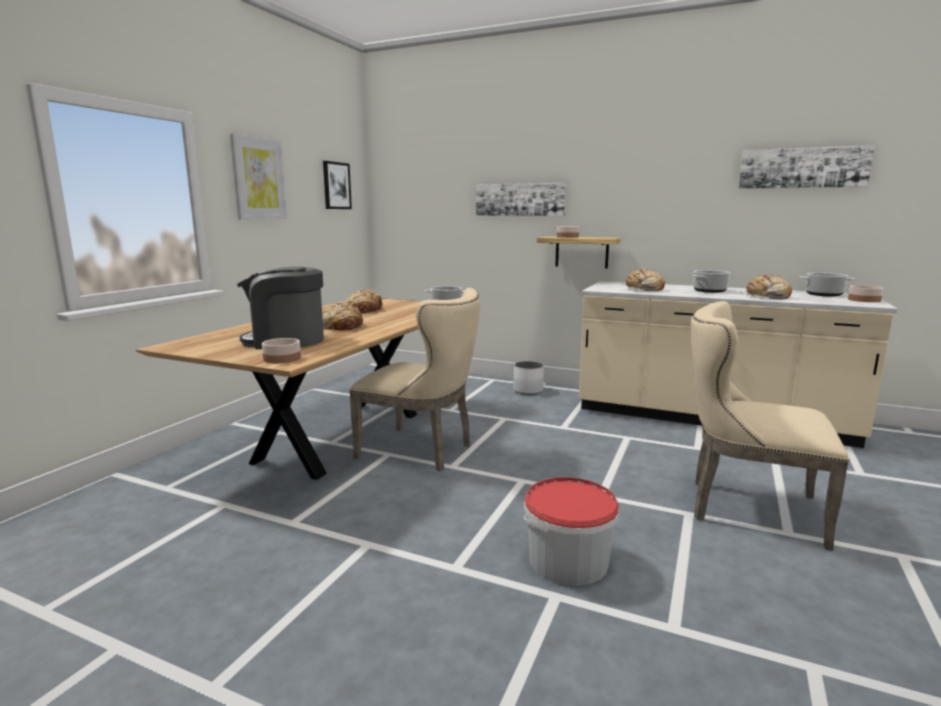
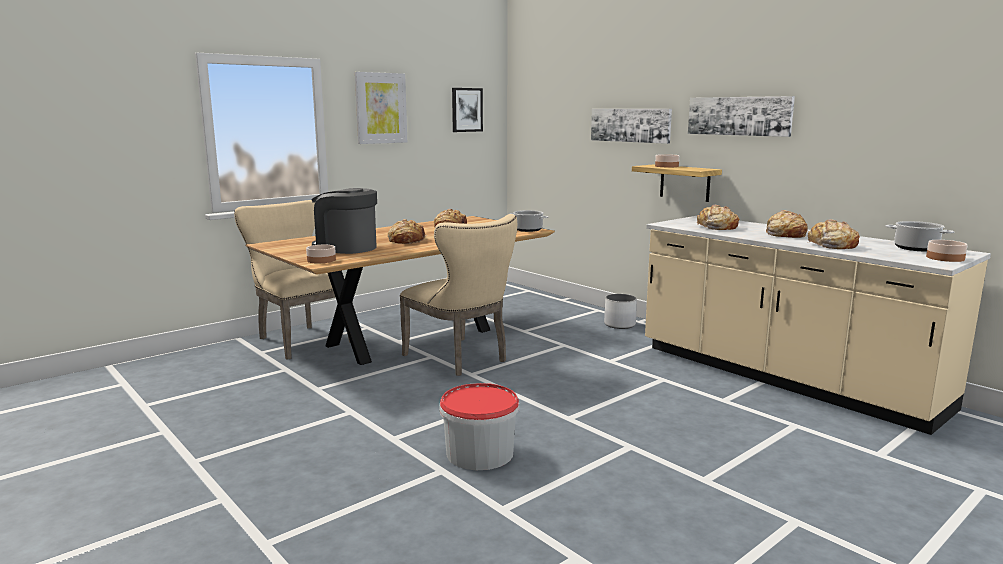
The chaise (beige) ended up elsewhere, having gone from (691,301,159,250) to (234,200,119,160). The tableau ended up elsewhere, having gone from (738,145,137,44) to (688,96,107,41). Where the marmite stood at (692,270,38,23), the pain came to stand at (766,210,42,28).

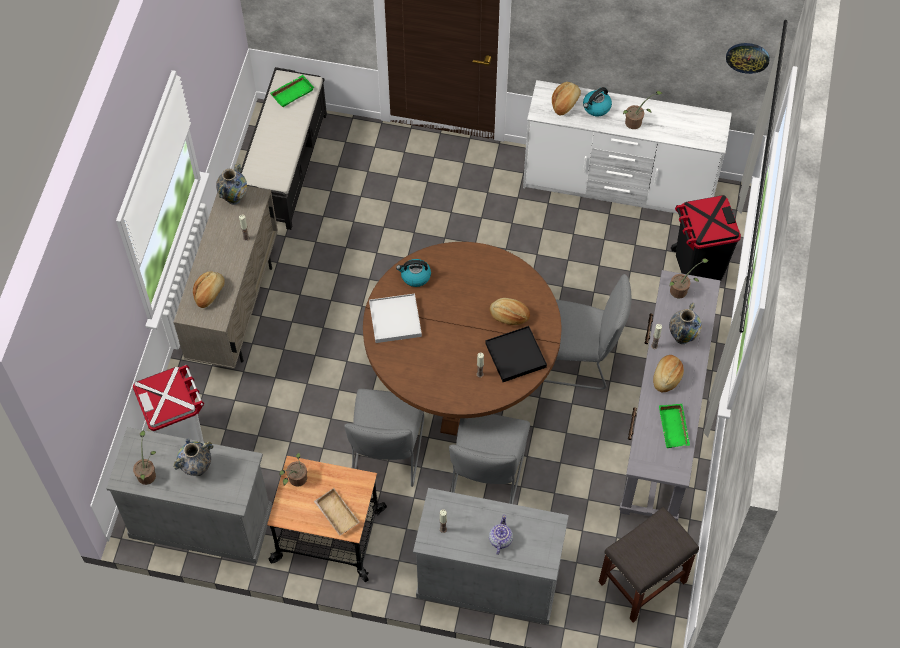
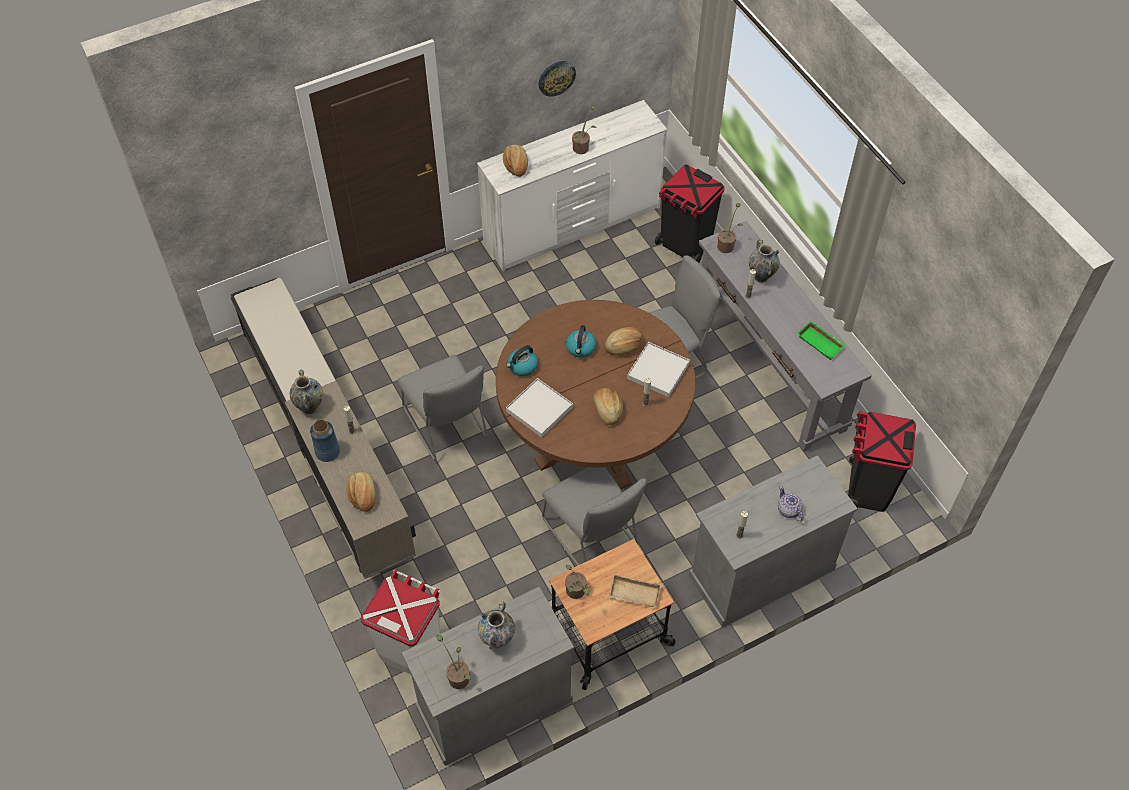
The second view gained the vase (bleu) at (310,420,30,42). The chaise (gris) ended up elsewhere, having gone from (449,414,81,90) to (397,355,91,106). The horloge murale ended up elsewhere, having gone from (726,43,44,31) to (539,61,37,36). The bouilloire ended up elsewhere, having gone from (583,87,29,29) to (566,325,30,33). The pain ended up elsewhere, having gone from (653,355,31,37) to (593,388,30,37). What was the plateau (noir) at (485,326,62,56) turned into the plateau (blanc) at (627,342,63,55). Where the tabouret (gris) stood at (599,507,100,115), the poubelle (noir) came to stand at (848,411,68,101). The second view lost the plateau (vert) at (270,75,45,32).

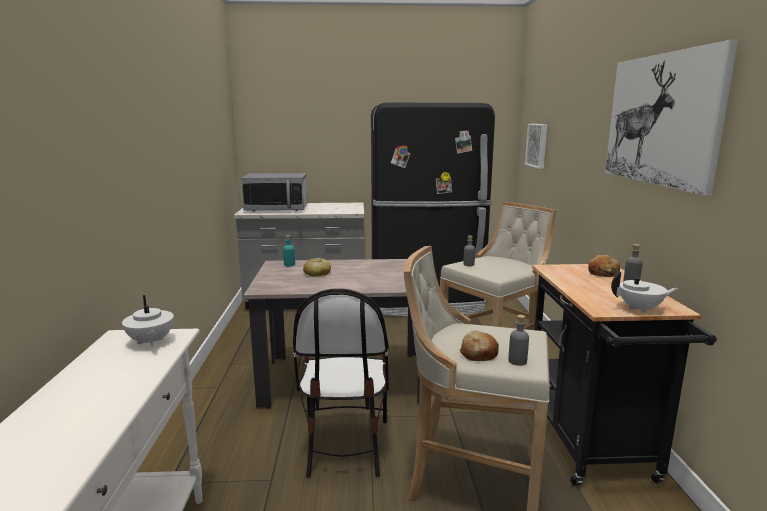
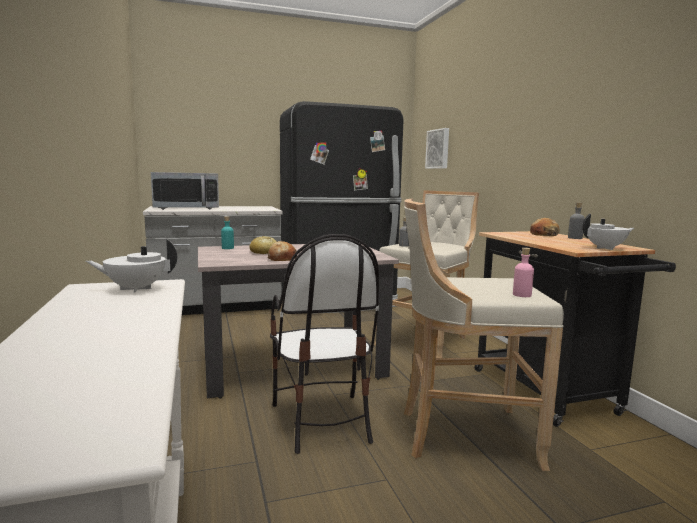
The théière (blanc) at (122,295,52,51) ended up facing another way, 120 degrees clockwise from before. The pain ended up elsewhere, having gone from (459,331,40,30) to (267,241,30,20). What was the bouteille (gris) at (508,315,21,51) turned into the bouteille (rose) at (513,248,21,49). The second view lost the tableau at (605,40,133,156).

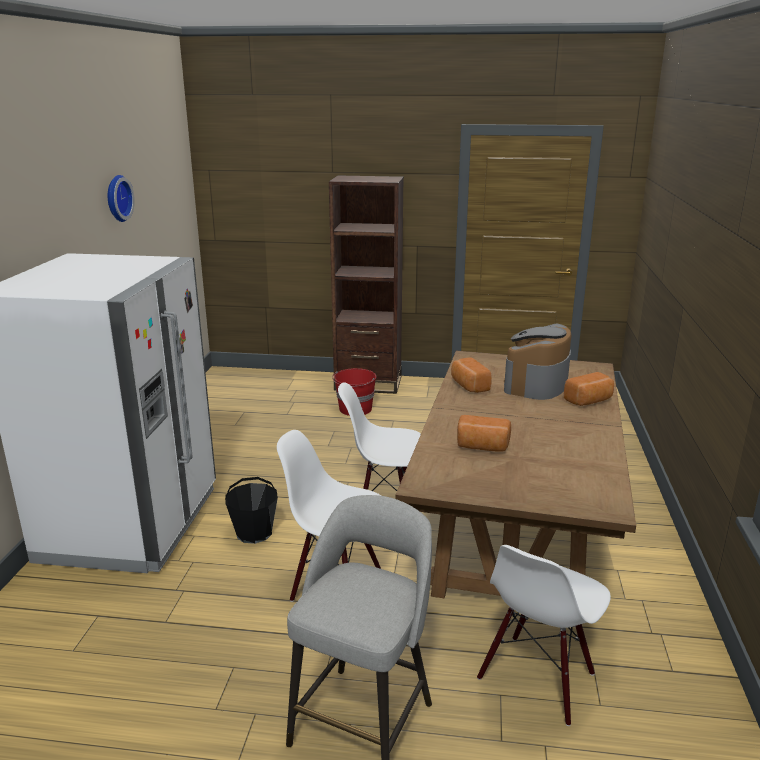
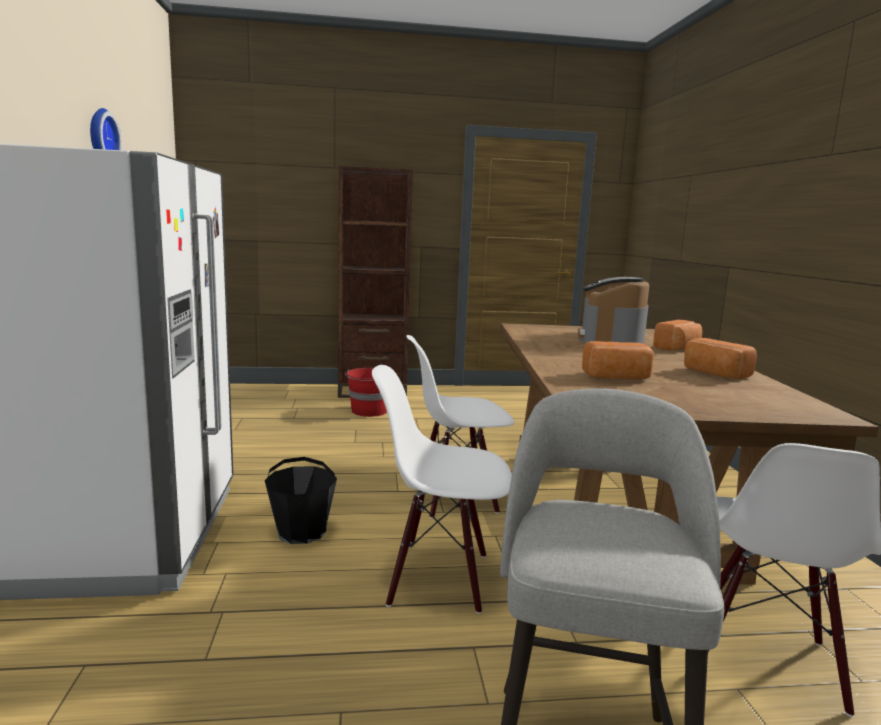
The pain ended up elsewhere, having gone from (451,358,40,35) to (684,338,73,41).

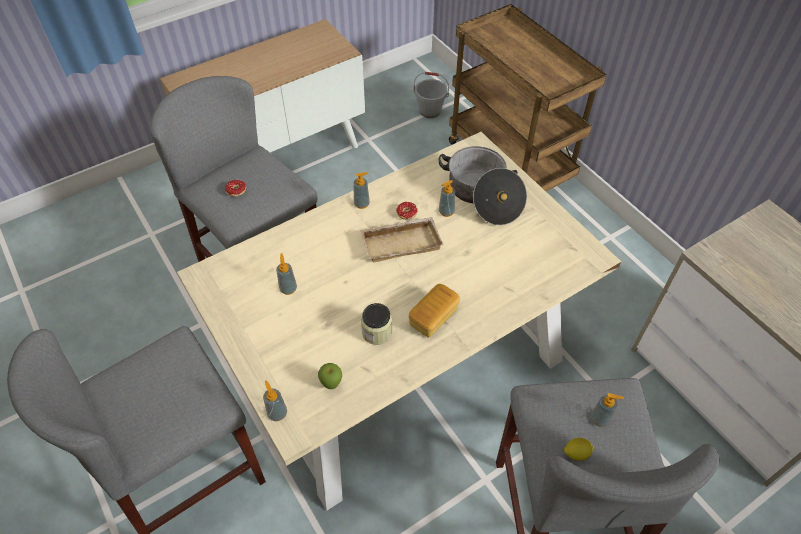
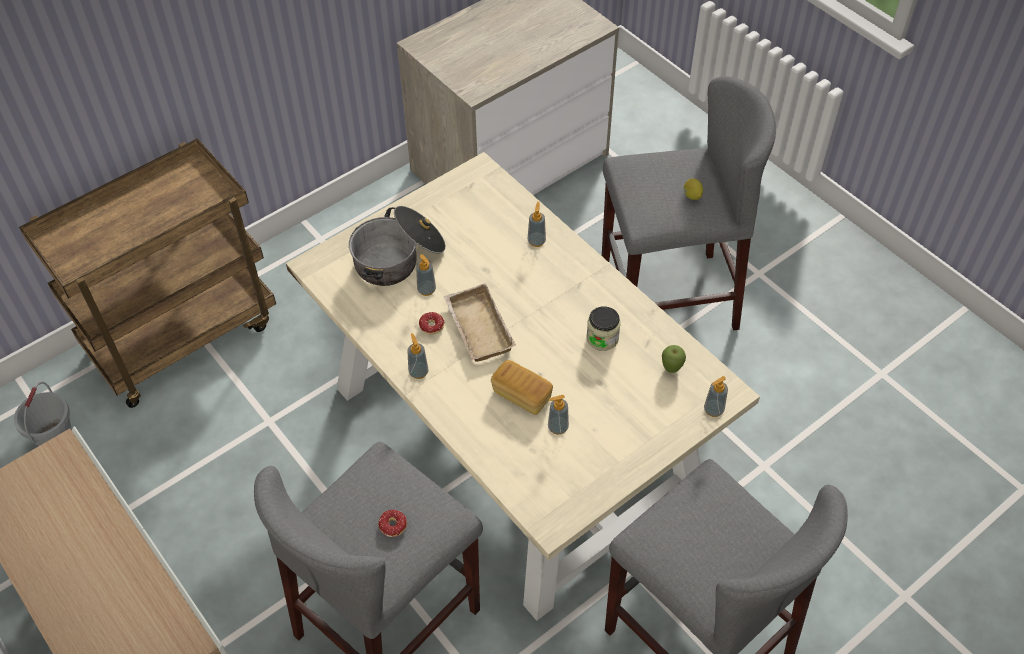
The pain ended up elsewhere, having gone from (409,284,51,54) to (491,360,62,55). The distributeur de savon ended up elsewhere, having gone from (590,393,34,34) to (528,201,18,46).

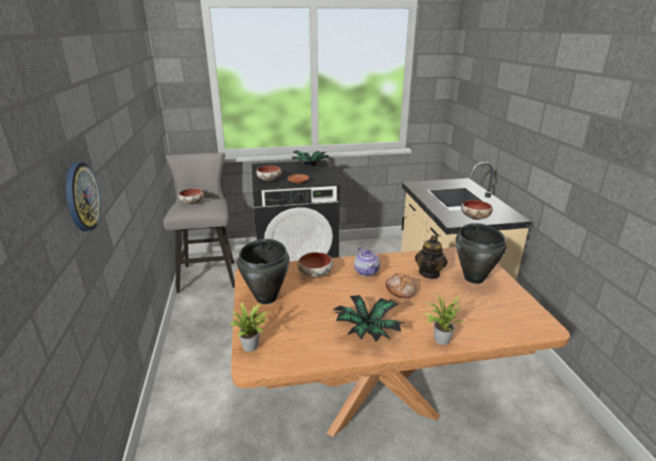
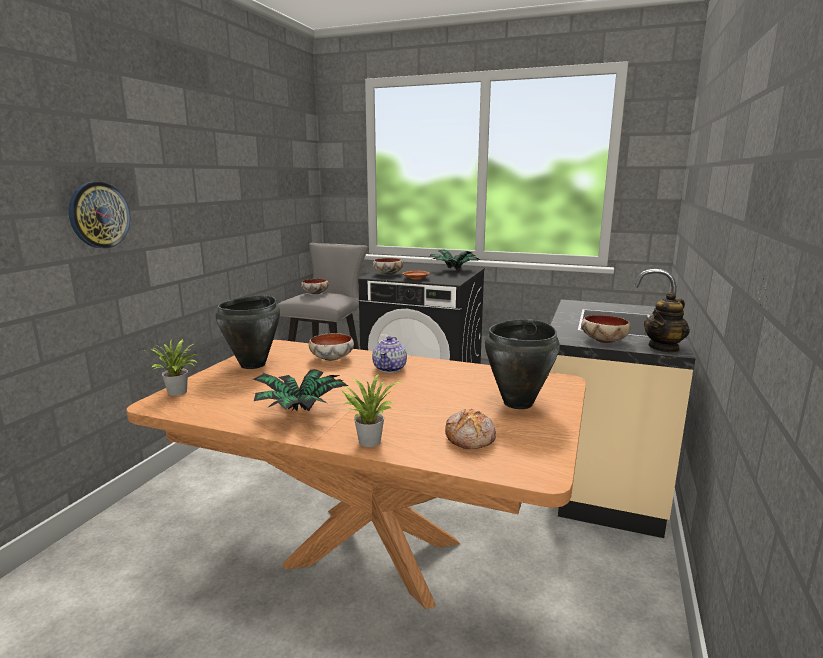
The pain ended up elsewhere, having gone from (386,274,31,25) to (445,409,51,40). The théière ended up elsewhere, having gone from (415,235,33,44) to (644,292,46,61).

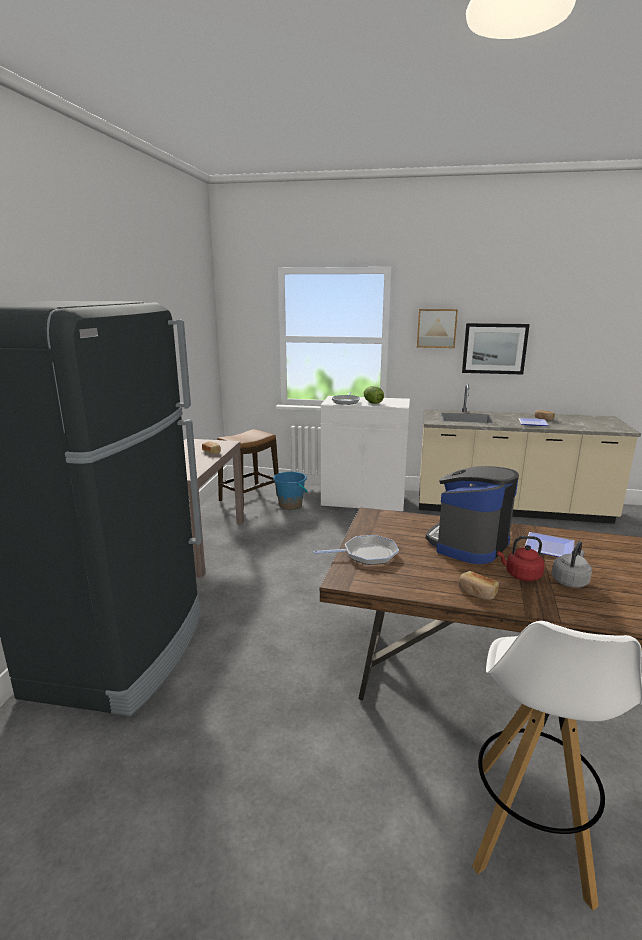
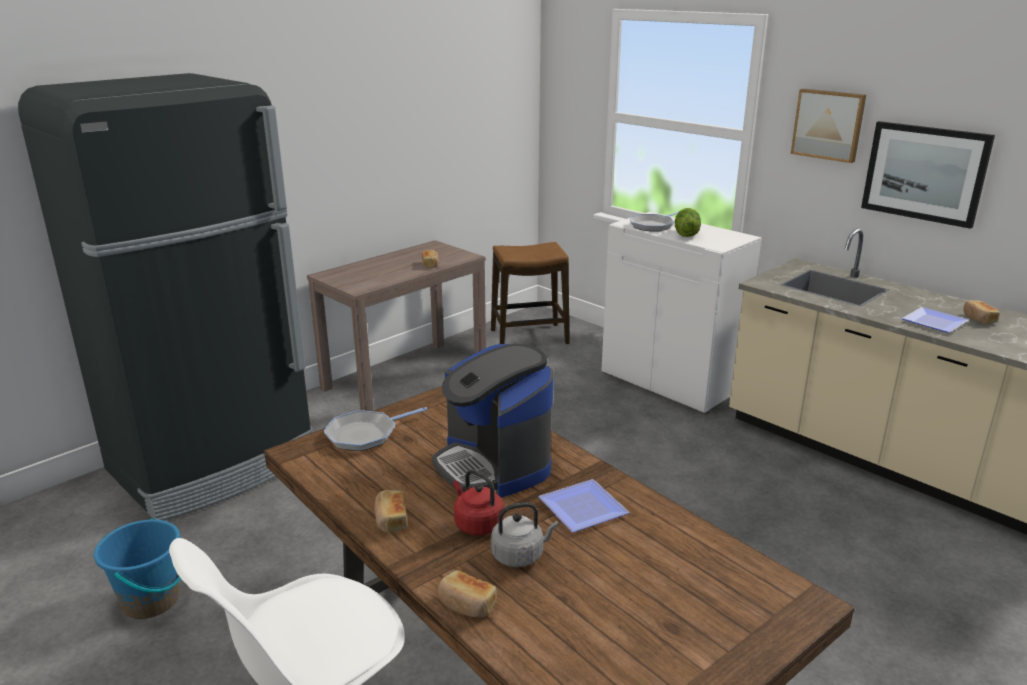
The seau (bleu) ended up elsewhere, having gone from (273,472,35,38) to (94,518,87,101). The poêle at (313,535,86,30) ended up facing another way, 120 degrees clockwise from before. The machine à café at (426,466,93,98) ended up facing another way, 105 degrees counterclockwise from before. The second view gained the pain at (438,570,59,48).

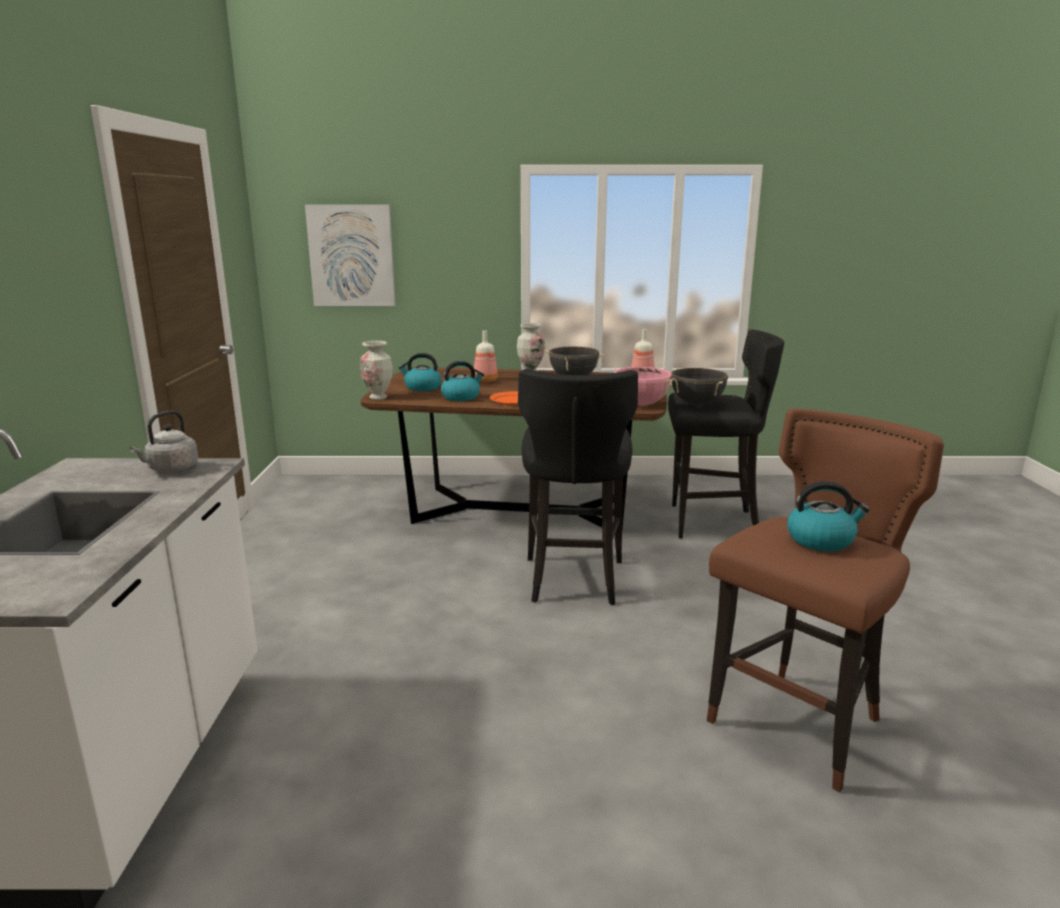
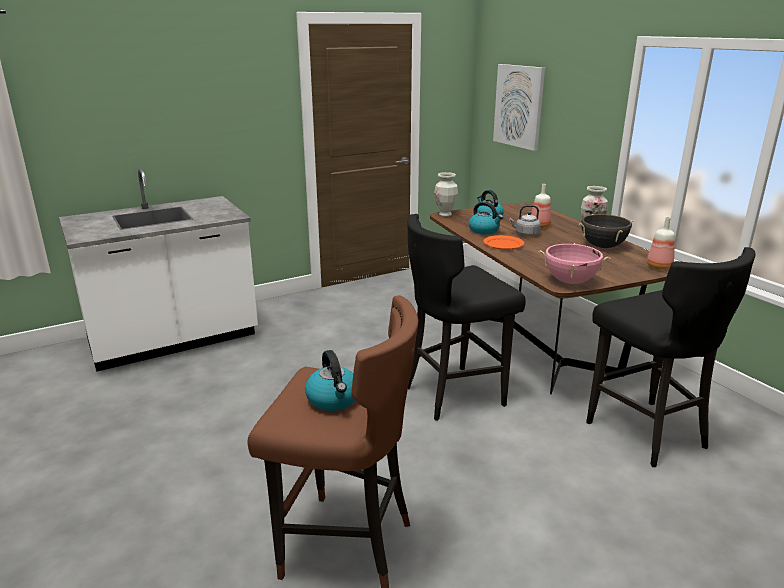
The bouilloire (gris) ended up elsewhere, having gone from (130,410,68,62) to (509,205,32,31). The second view lost the marmite (noir) at (671,368,57,37).

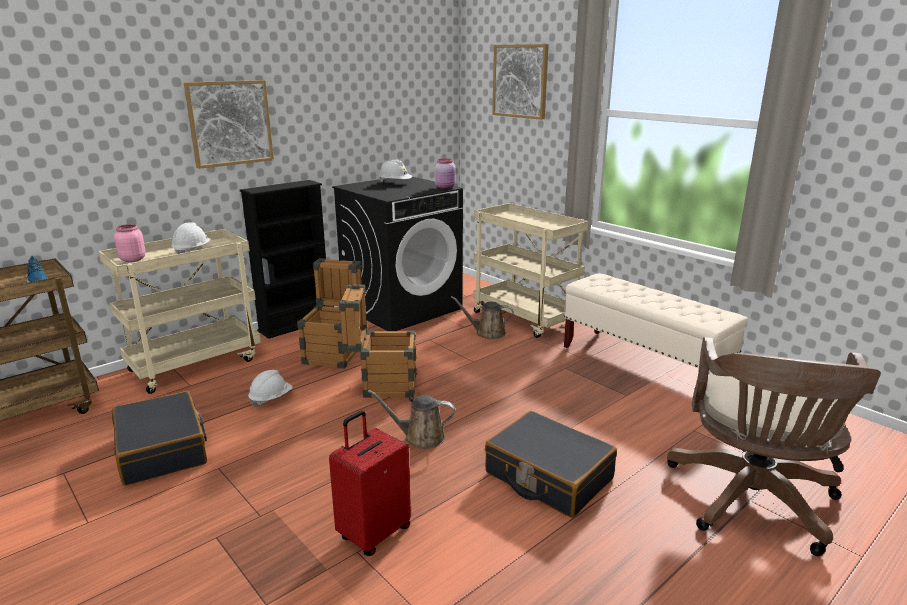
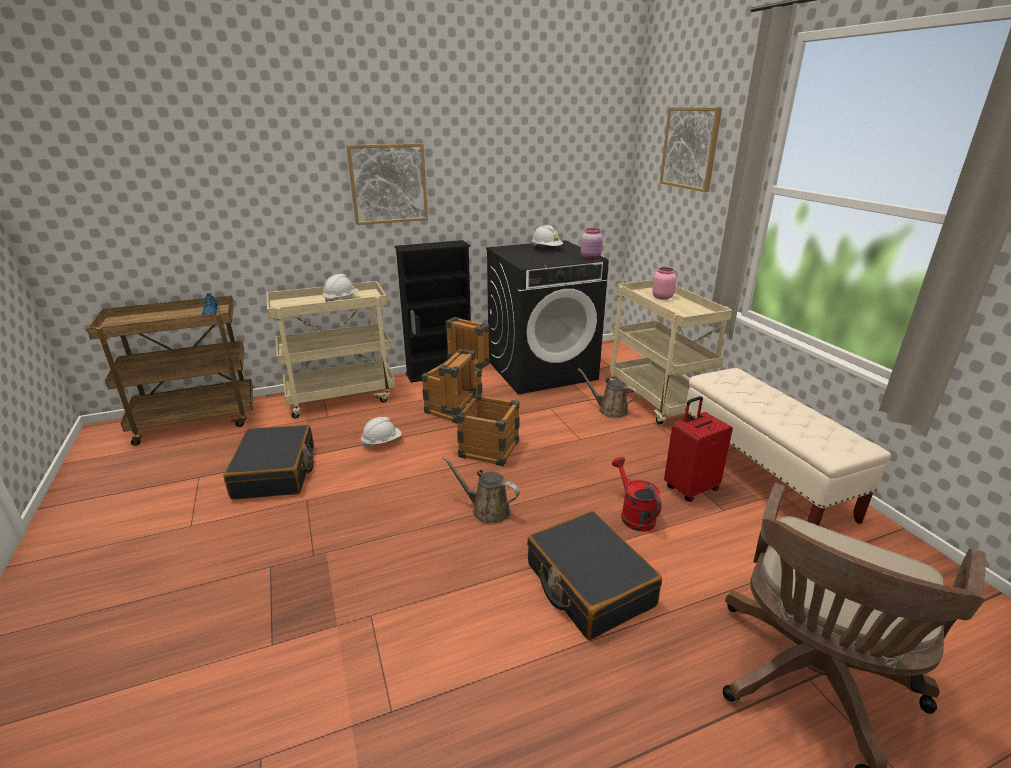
The second view gained the arrosoir (rouge) at (612,457,49,74). The bocal (rose) ended up elsewhere, having gone from (114,224,32,38) to (652,267,24,33). The valise (rouge) ended up elsewhere, having gone from (329,410,82,146) to (664,396,69,106).

